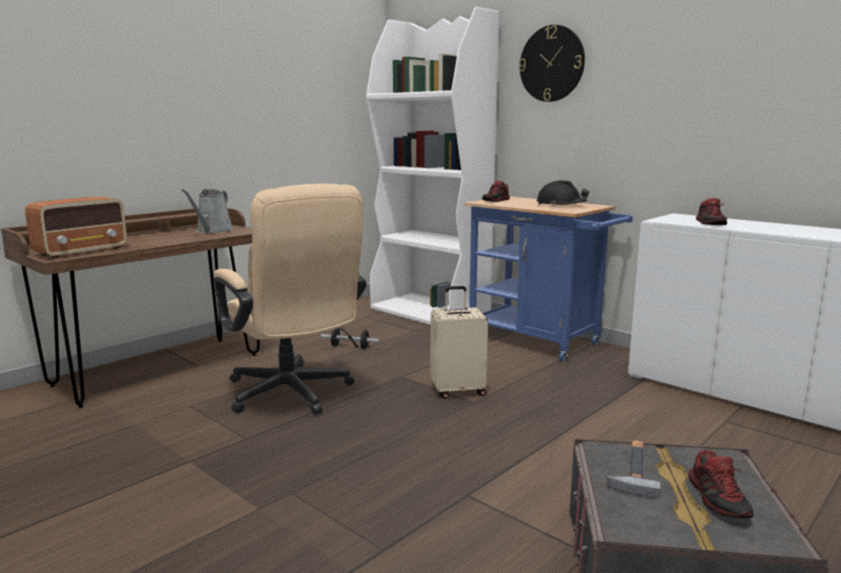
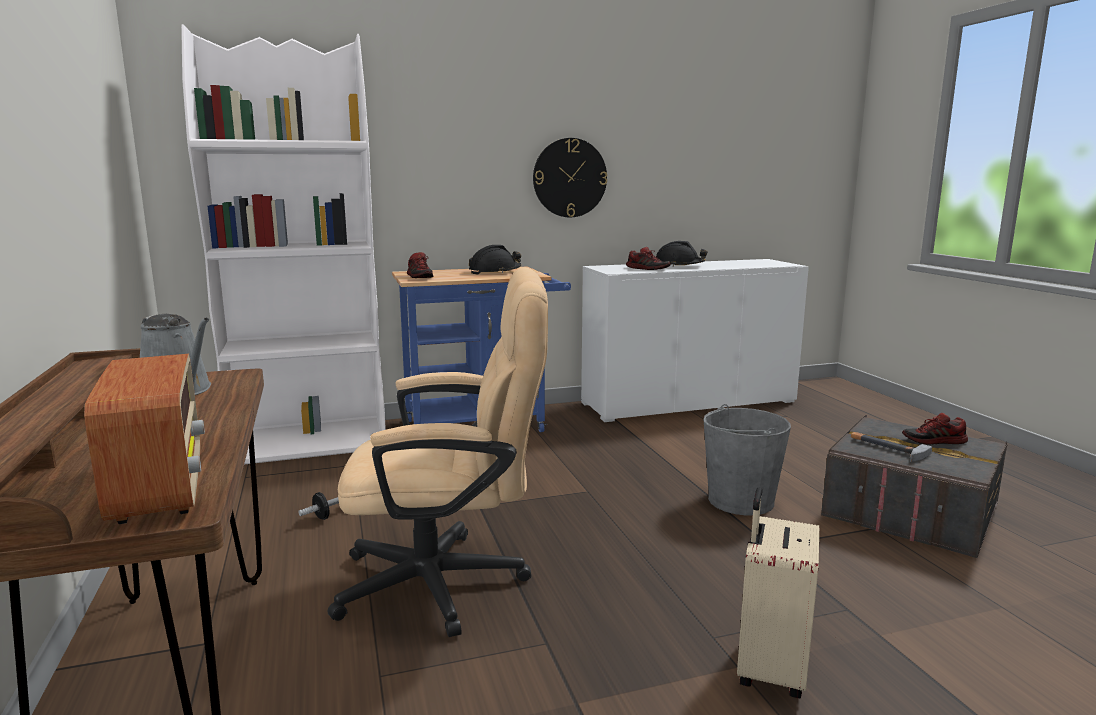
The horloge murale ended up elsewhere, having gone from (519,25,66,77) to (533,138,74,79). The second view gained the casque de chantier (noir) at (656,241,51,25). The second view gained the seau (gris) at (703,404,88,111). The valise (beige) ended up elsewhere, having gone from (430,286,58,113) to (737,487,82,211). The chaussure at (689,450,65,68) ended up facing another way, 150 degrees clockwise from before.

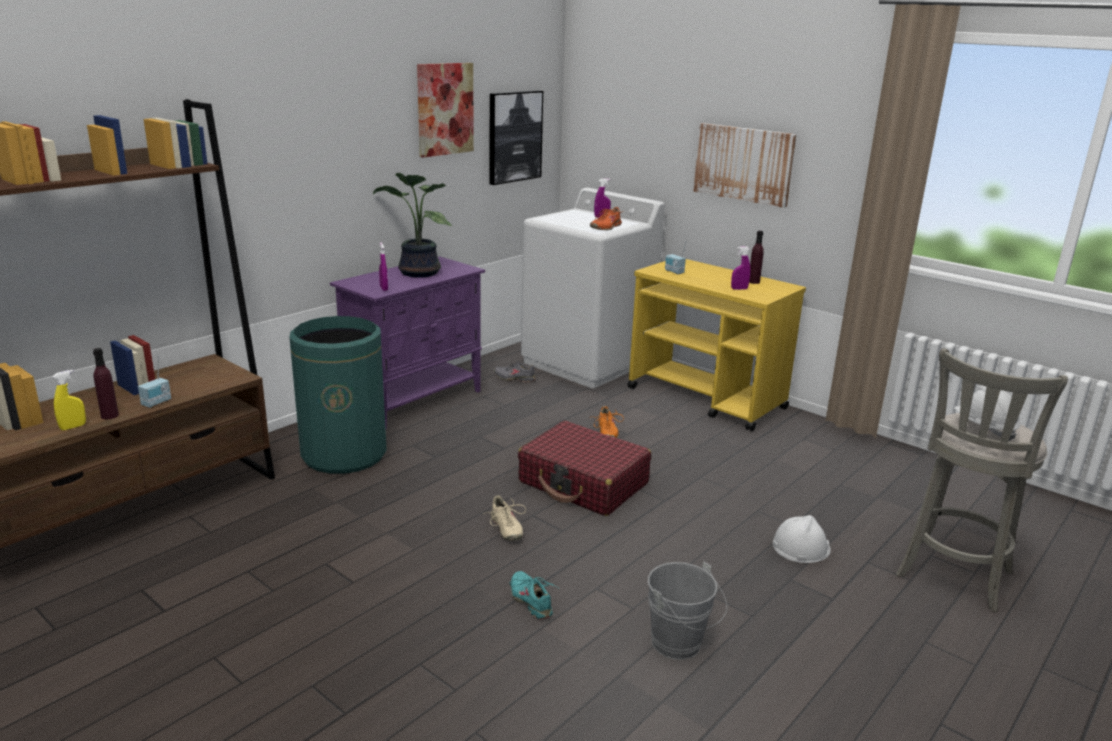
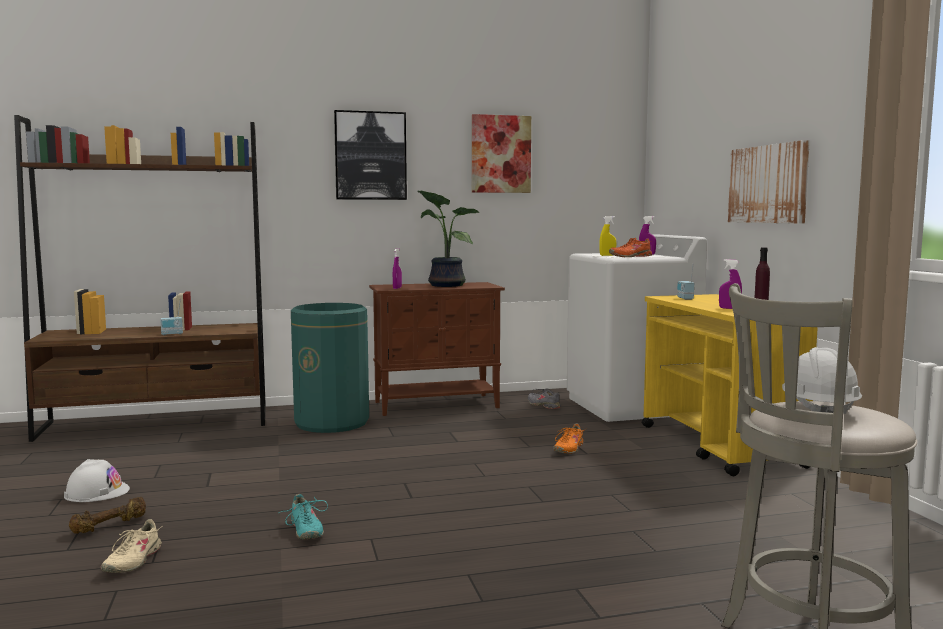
The casque de chantier (blanc) ended up elsewhere, having gone from (773,515,58,48) to (64,459,66,43). The second view gained the haltère (marron) at (69,497,77,37). The chaussure (beige) ended up elsewhere, having gone from (483,495,43,46) to (101,519,61,54). The chaussure (turquoise) at (510,571,48,49) ended up facing another way, 150 degrees clockwise from before. The tableau ended up elsewhere, having gone from (490,90,53,95) to (334,110,73,90). What was the meuble de rangement (violet) at (330,256,155,173) turned into the meuble de rangement (marron) at (369,282,136,134). The vaporisateur (jaune) ended up elsewhere, having gone from (53,370,33,60) to (599,216,17,40). The second view lost the bouteille (violet) at (93,348,26,71). The second view lost the valise (rouge) at (518,421,133,95). The second view lost the seau (gris) at (648,562,79,98).

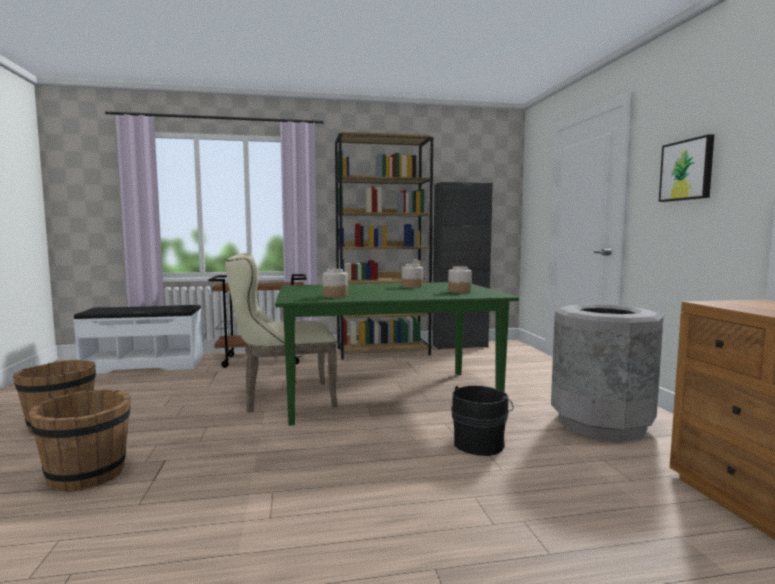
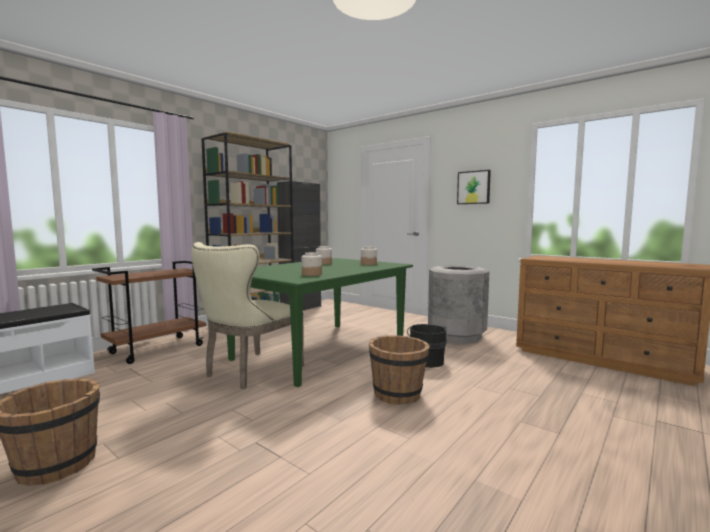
The seau (marron) ended up elsewhere, having gone from (29,389,102,103) to (369,335,61,70).

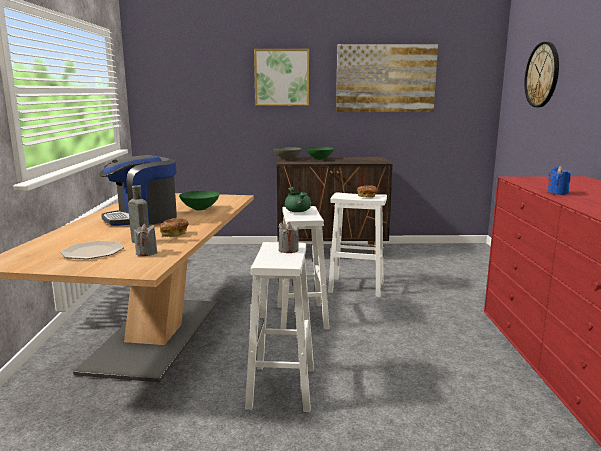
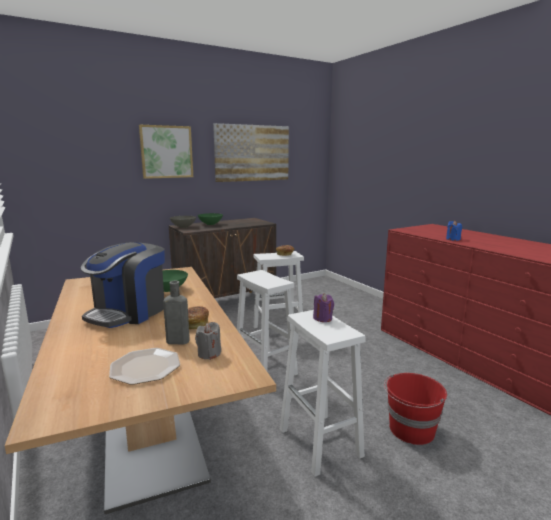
What was the bougie (gris) at (279,222,20,31) turned into the bougie (violet) at (313,294,21,28). The second view gained the seau (rouge) at (384,373,63,72). The second view lost the marmite (vert) at (285,187,26,25). The second view lost the horloge murale at (525,42,34,65).

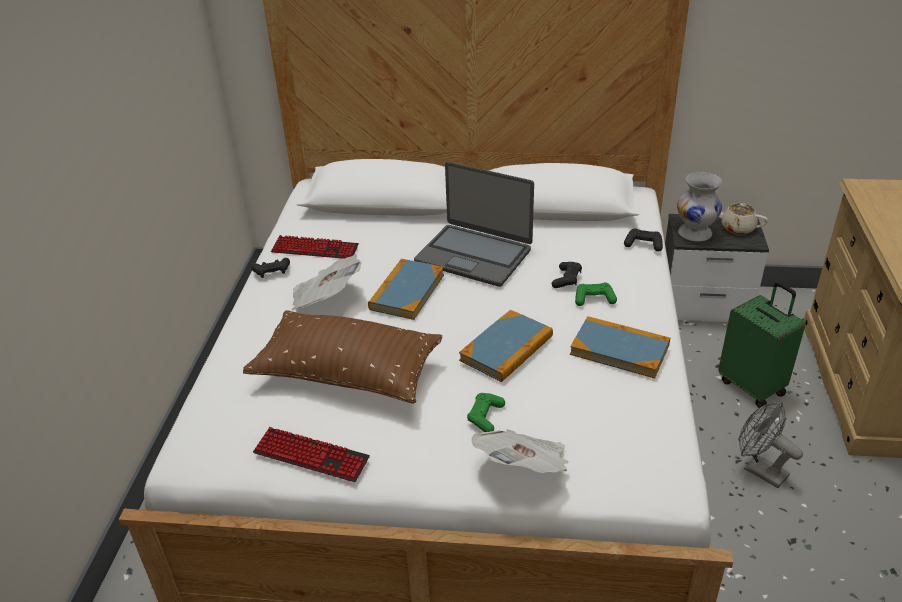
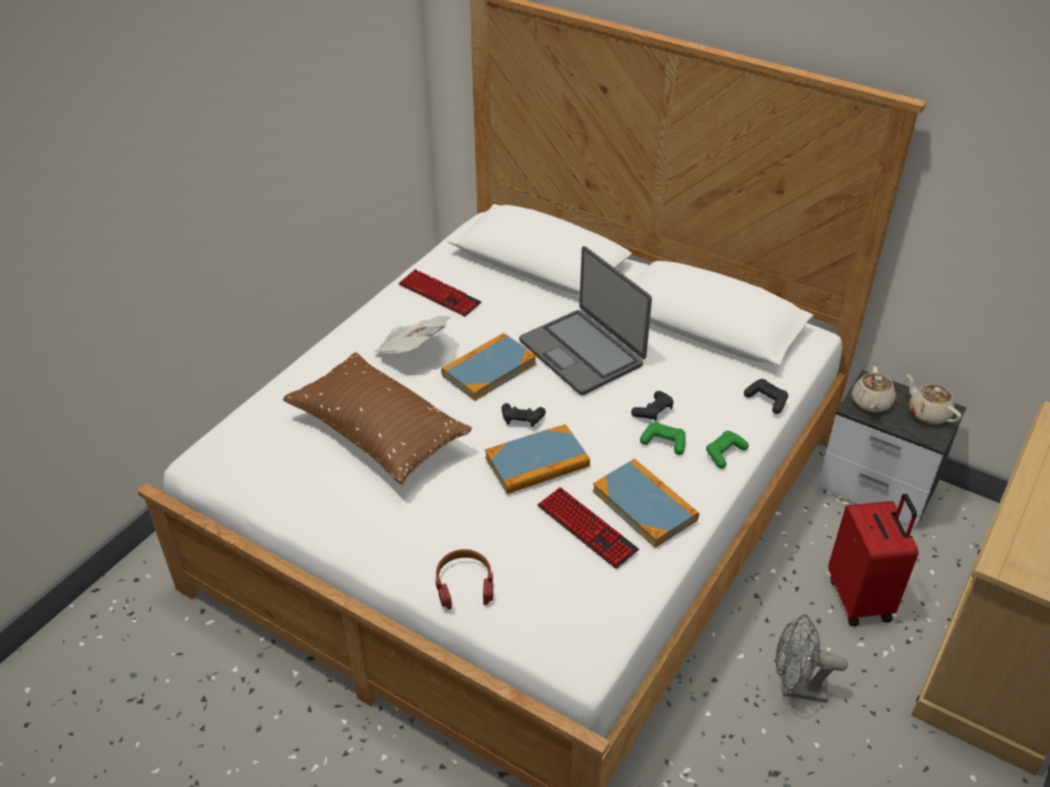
Where the journal stood at (472,429,96,44), the casque audio (rouge) came to stand at (435,549,58,61). The manette (noir) ended up elsewhere, having gone from (251,258,39,20) to (502,403,44,24). The clavier ended up elsewhere, having gone from (253,427,117,55) to (537,487,102,82). The manette (vert) ended up elsewhere, having gone from (467,393,38,39) to (706,431,43,38). The ventilateur (gris) at (738,402,65,86) ended up facing another way, 60 degrees counterclockwise from before. What was the valise (vert) at (718,282,87,126) turned into the valise (rouge) at (828,494,91,132). Where the vase (blanc) stood at (677,172,45,70), the théière (beige) came to stand at (852,366,44,46).

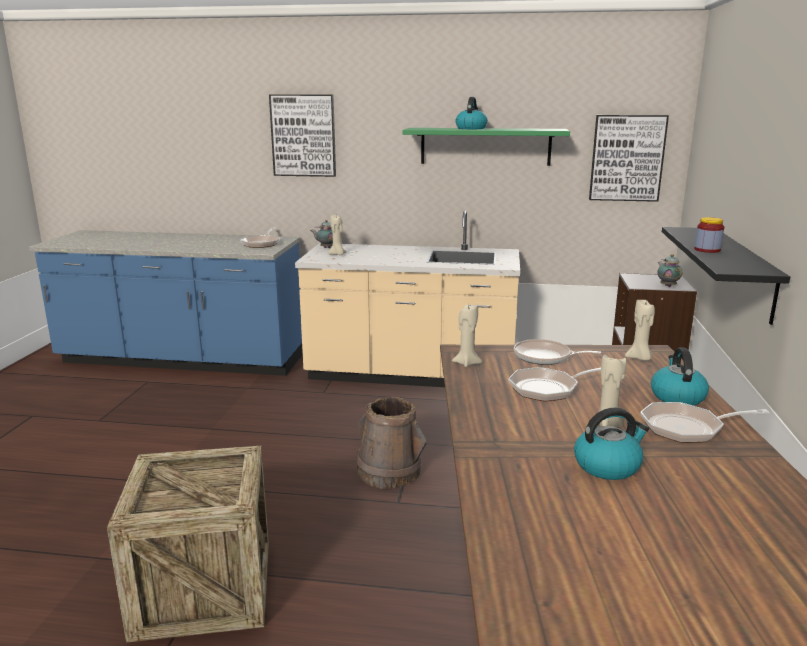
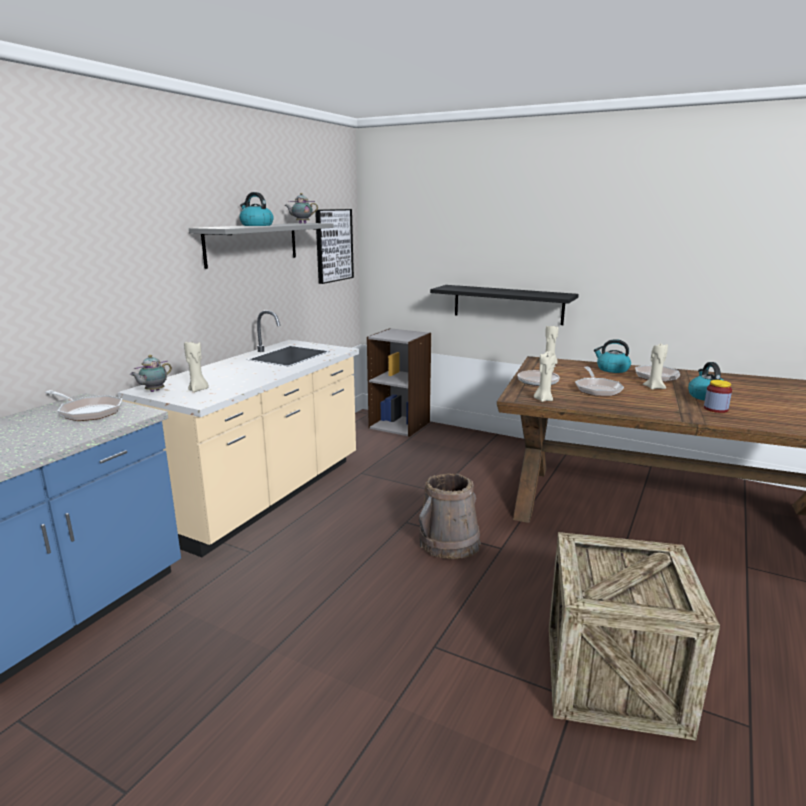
What was the étagère (vert) at (402,128,168,38) turned into the étagère (gris) at (189,223,145,46). The théière ended up elsewhere, having gone from (657,254,25,33) to (285,193,33,31). The bocal ended up elsewhere, having gone from (694,217,30,36) to (704,380,28,33). The second view lost the tableau at (269,94,67,83).

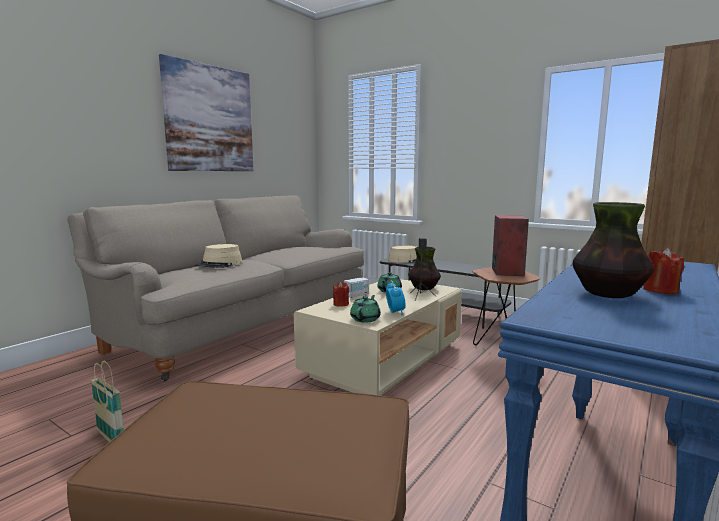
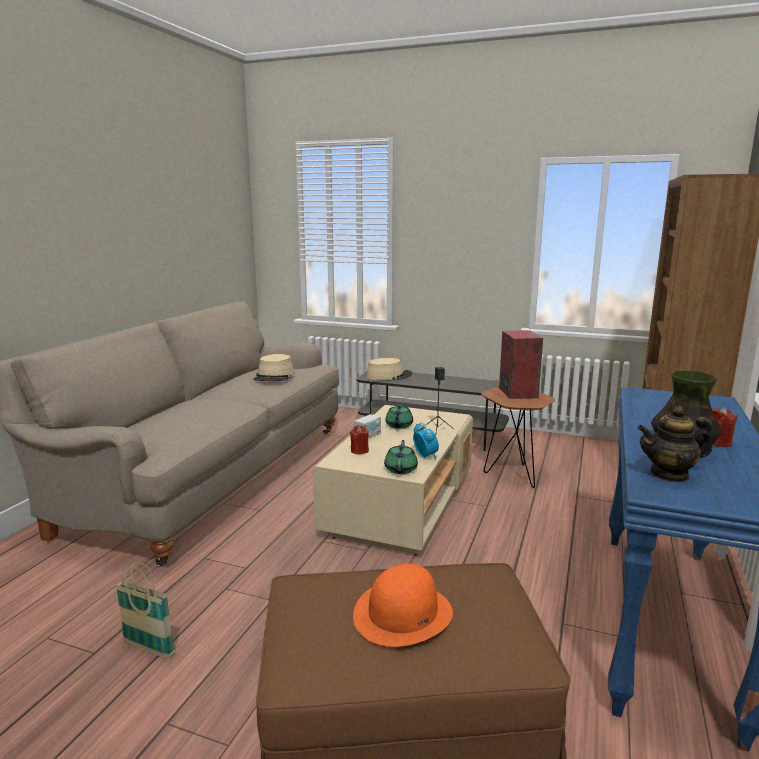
The chapeau (beige) ended up elsewhere, having gone from (195,244,47,24) to (254,354,41,27). The second view gained the chapeau (orange) at (353,564,100,83). The second view gained the théière at (638,406,75,77). The second view lost the tableau at (159,54,95,117). The second view lost the vase at (408,247,33,43).

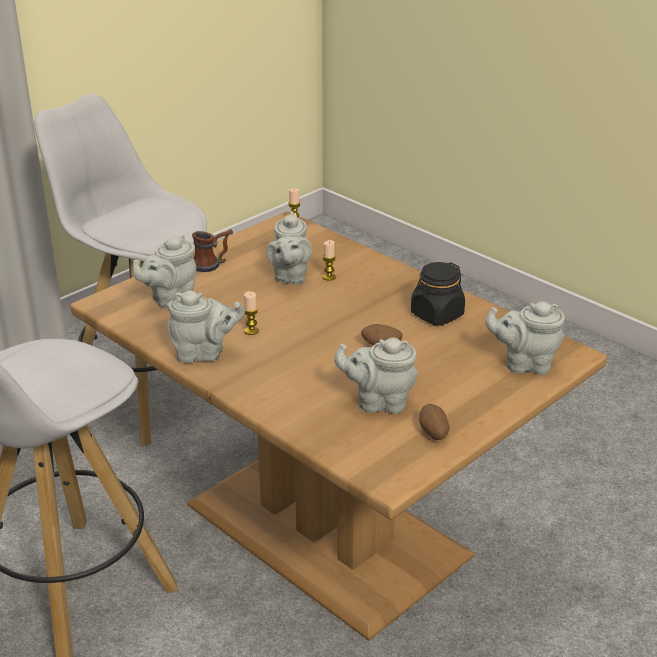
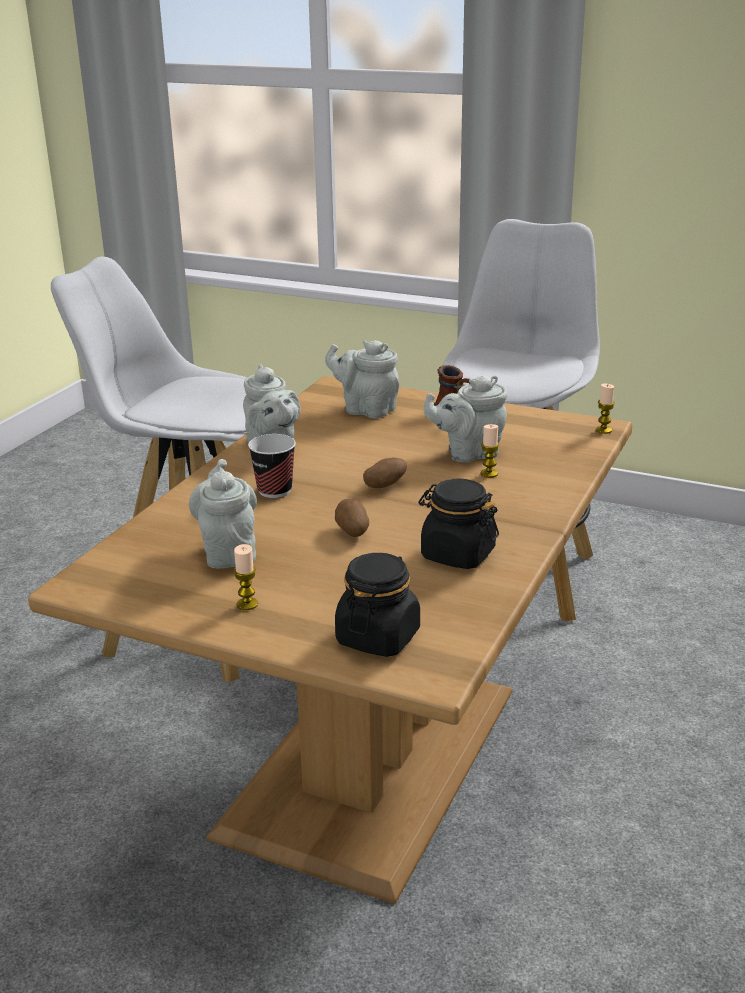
The bougie ended up elsewhere, having gone from (244,291,15,44) to (233,544,25,66). The second view gained the tasse at (248,434,48,64). Where the théière (gris) stood at (485,301,80,73), the bocal (noir) came to stand at (335,553,85,104). The pomme de terre ended up elsewhere, having gone from (419,404,31,36) to (363,458,44,30).

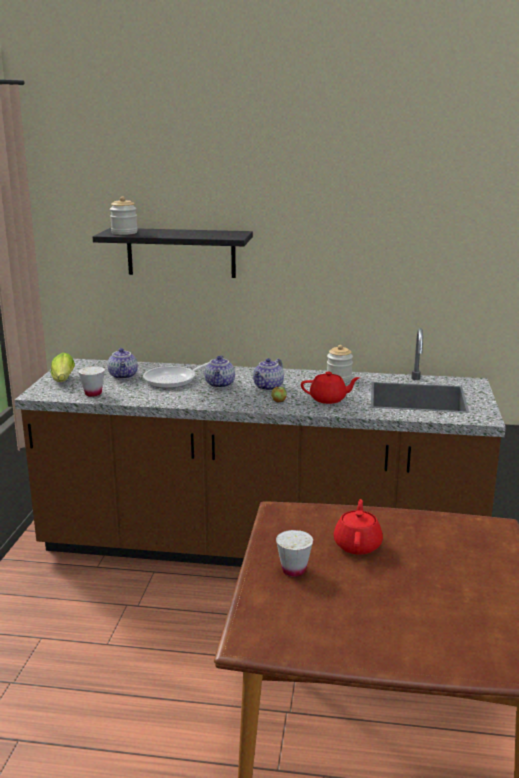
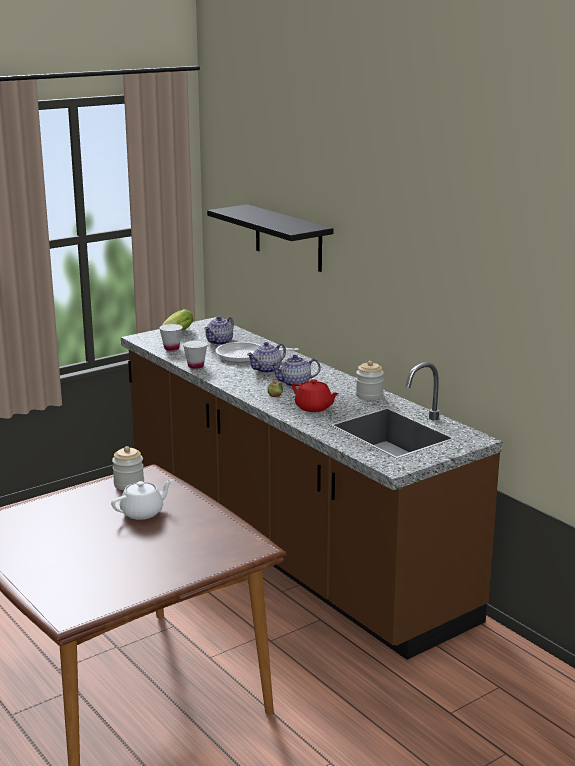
What was the théière (rouge) at (334,499,49,56) turned into the théière (blanc) at (111,479,62,41). The bocal ended up elsewhere, having gone from (110,196,28,39) to (112,446,32,44). The tasse (blanc) ended up elsewhere, having gone from (276,530,37,47) to (183,340,24,29).

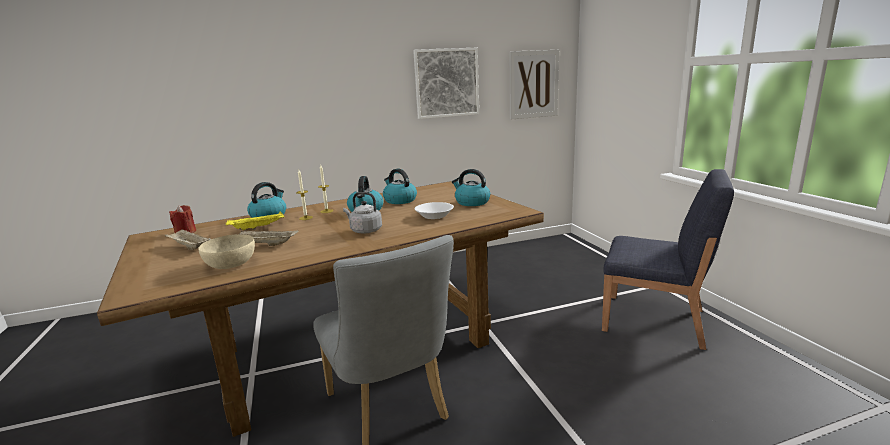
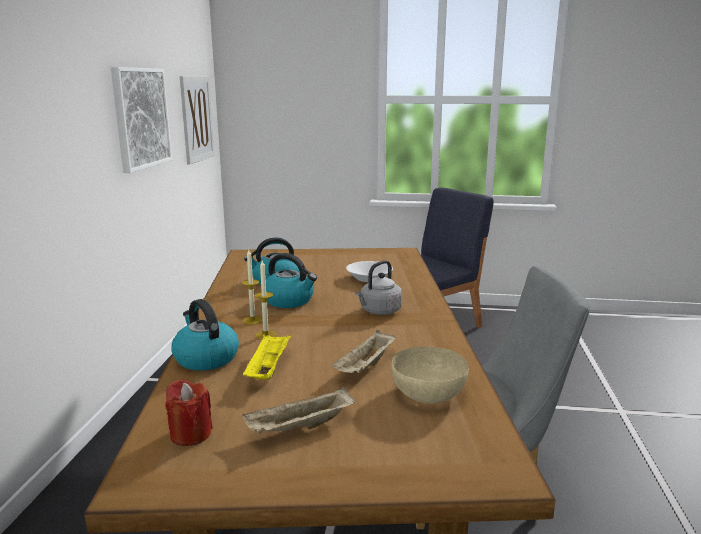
The second view lost the bouilloire at (452,169,38,37).

